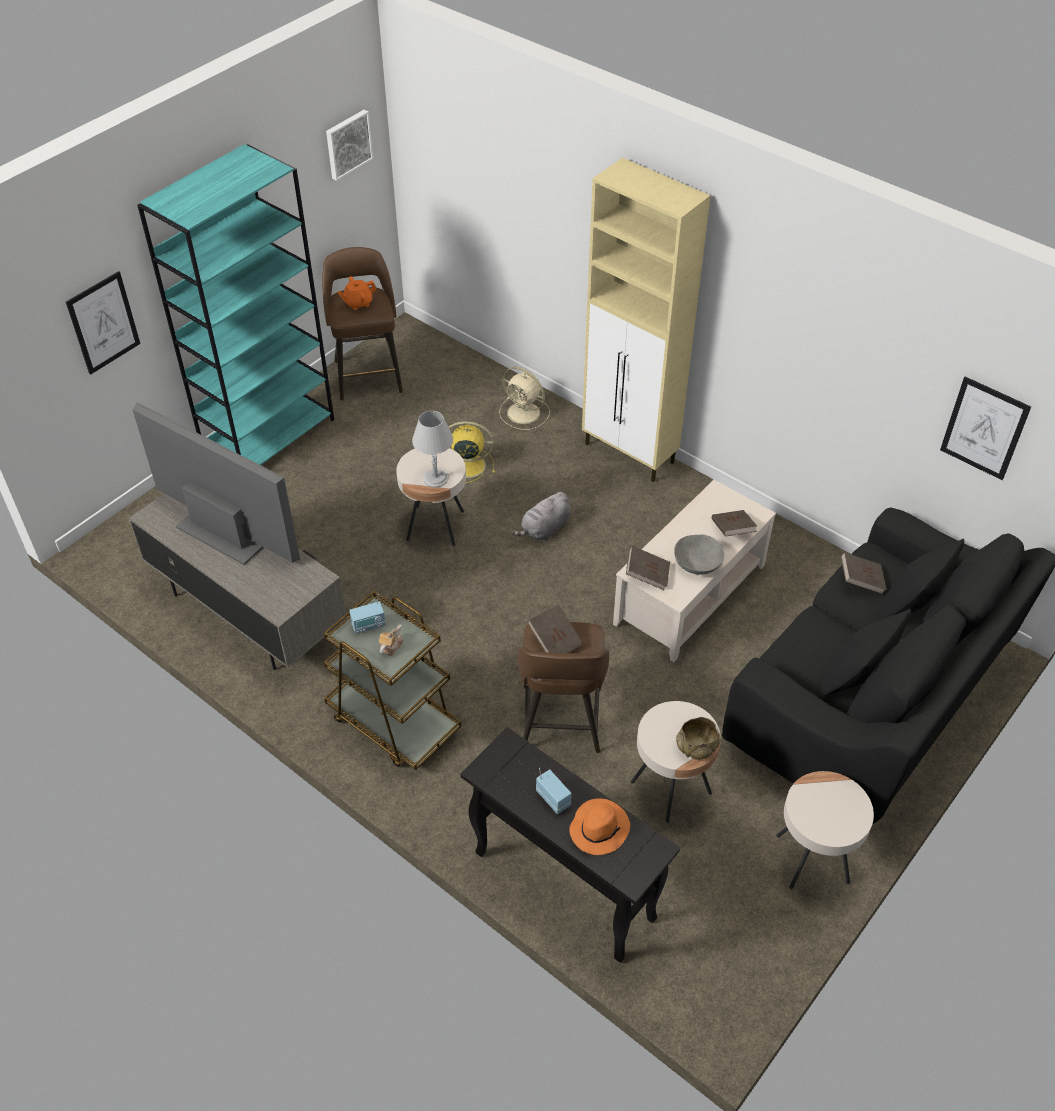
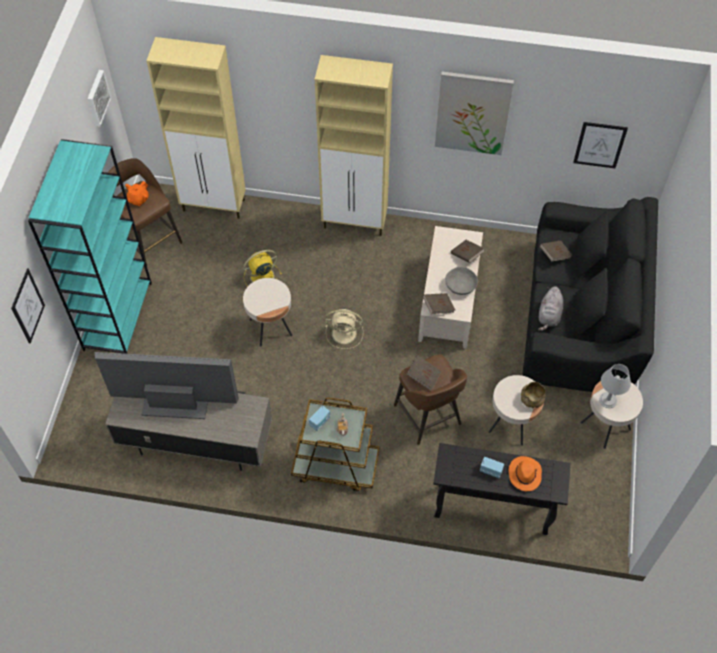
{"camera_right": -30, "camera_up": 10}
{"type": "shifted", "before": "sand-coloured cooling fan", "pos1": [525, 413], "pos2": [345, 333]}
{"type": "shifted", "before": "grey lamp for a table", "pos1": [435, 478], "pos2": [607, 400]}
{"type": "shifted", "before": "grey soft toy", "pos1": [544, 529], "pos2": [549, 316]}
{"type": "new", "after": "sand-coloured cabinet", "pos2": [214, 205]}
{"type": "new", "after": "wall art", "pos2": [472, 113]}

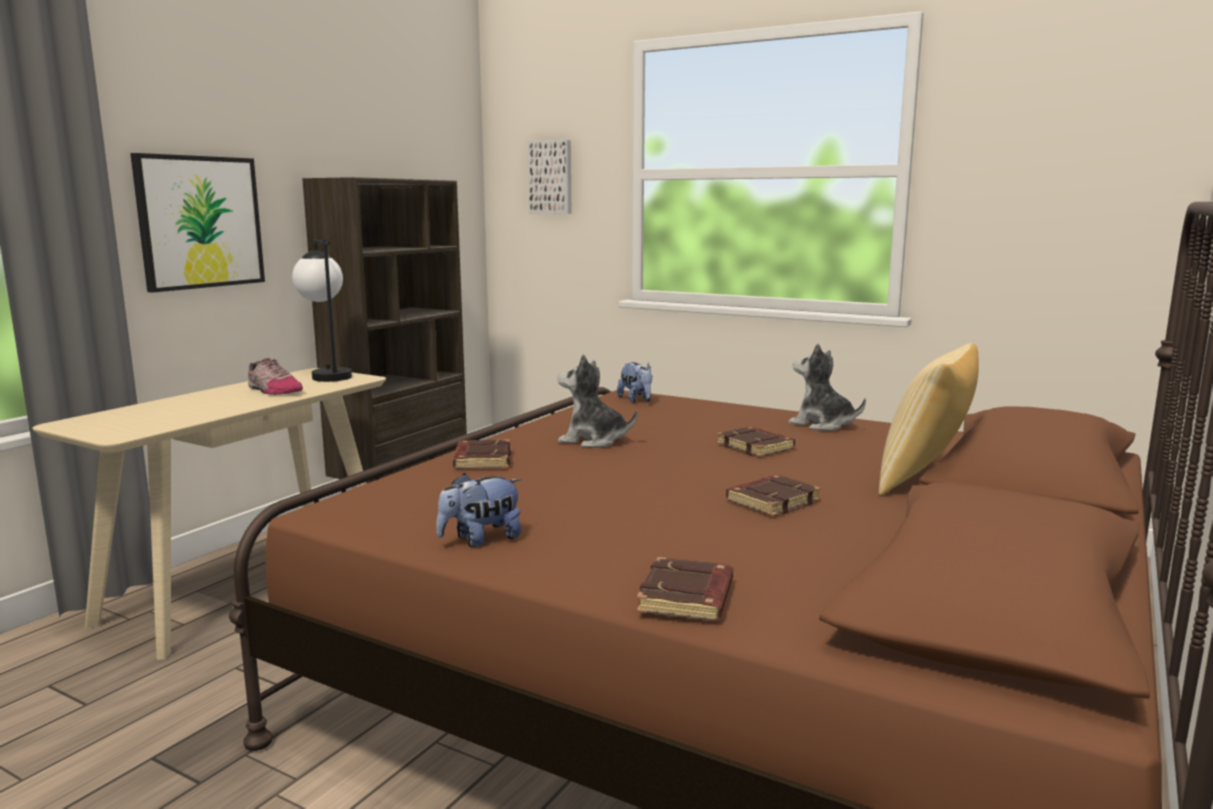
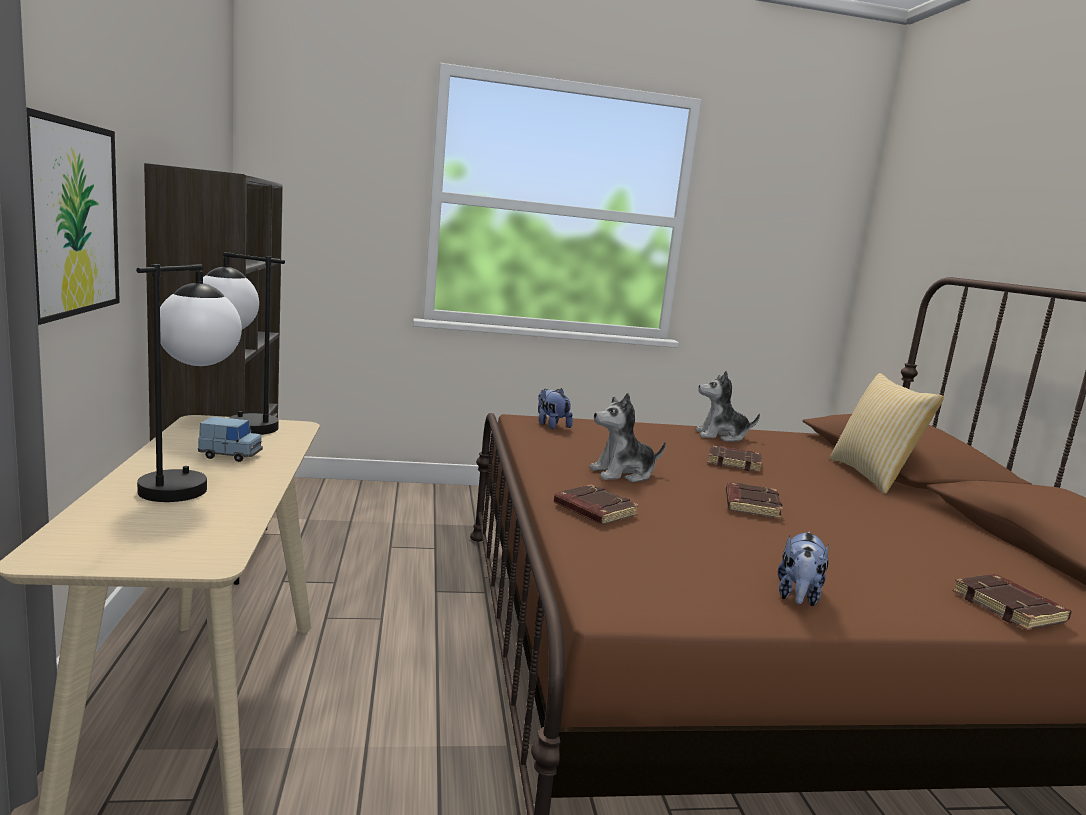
{"camera_right": -40, "camera_up": 0}
{"type": "gone", "before": "wall art", "pos1": [551, 177]}
{"type": "swapped", "before": "low shoe", "after": "blue model car", "pos1": [273, 391], "pos2": [230, 455]}
{"type": "rotated", "before": "soft toy", "pos1": [636, 400], "pos2": [551, 425], "turn": -150}
{"type": "shifted", "before": "brownish bound book", "pos1": [772, 501], "pos2": [750, 505]}
{"type": "new", "after": "lamp for a table", "pos2": [188, 482]}

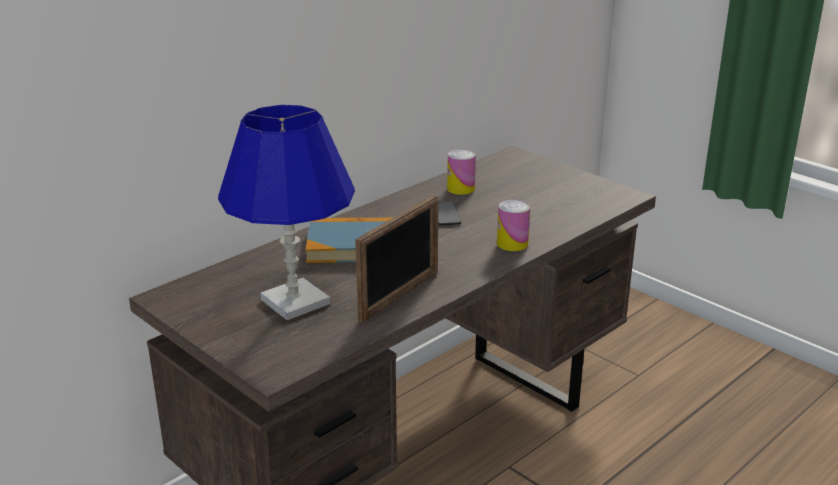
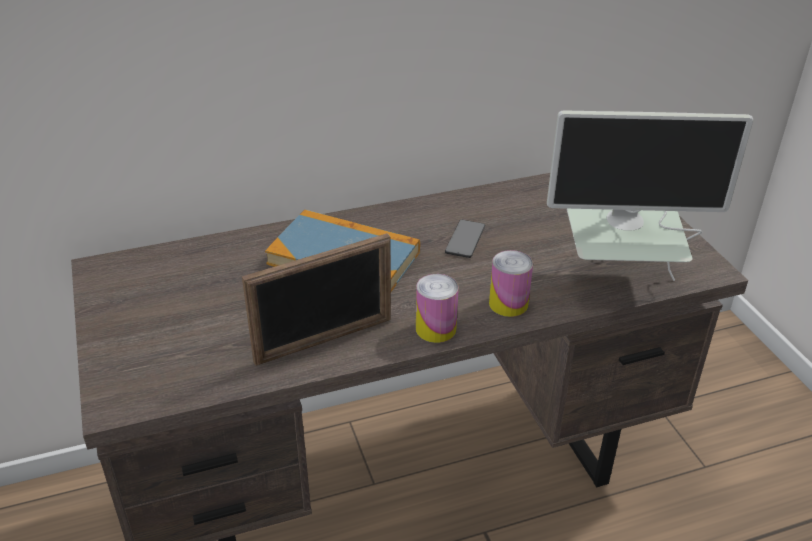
{"camera_right": 25, "camera_up": 10}
{"type": "gone", "before": "blue lamp for a table", "pos1": [294, 301]}
{"type": "shifted", "before": "sealed can", "pos1": [461, 188], "pos2": [435, 329]}
{"type": "new", "after": "computer display", "pos2": [619, 279]}

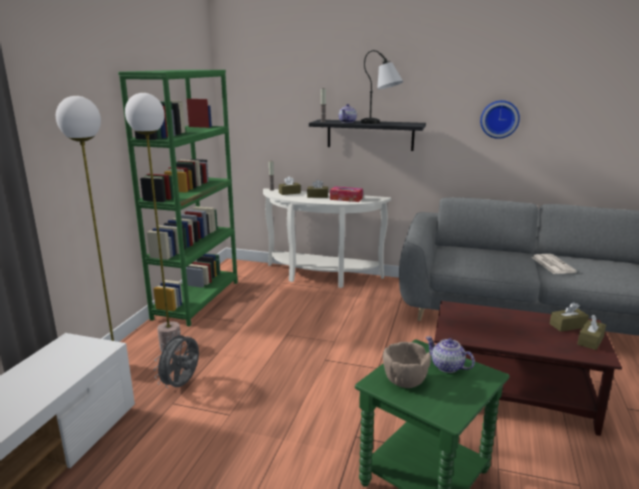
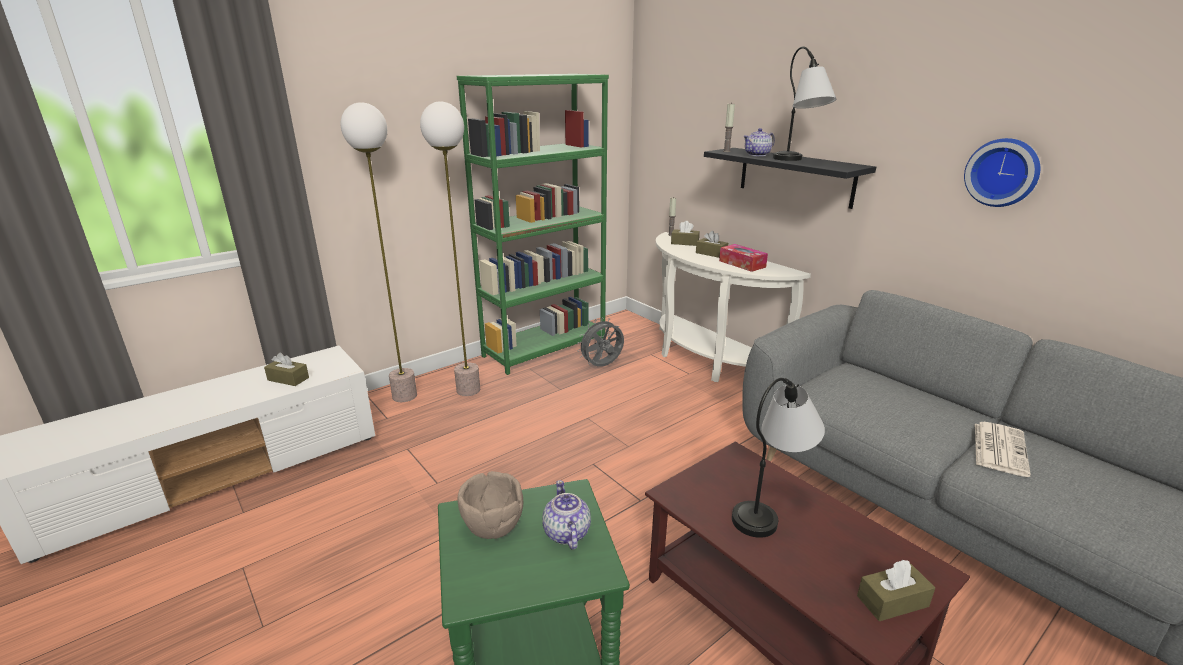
{"camera_right": 35, "camera_up": 5}
{"type": "shifted", "before": "brownish tissue holder", "pos1": [567, 325], "pos2": [288, 379]}
{"type": "shifted", "before": "grey cooling fan", "pos1": [181, 385], "pos2": [602, 366]}
{"type": "new", "after": "lamp for a table", "pos2": [771, 507]}

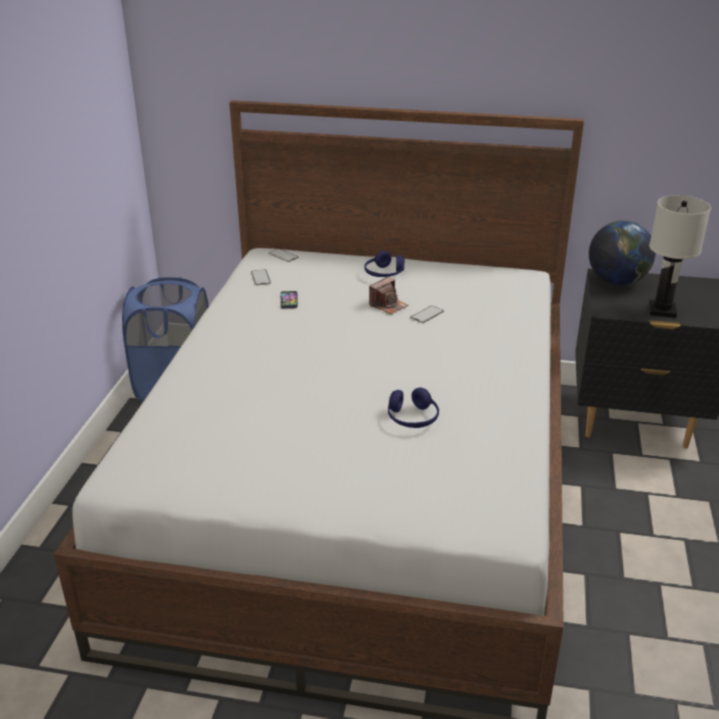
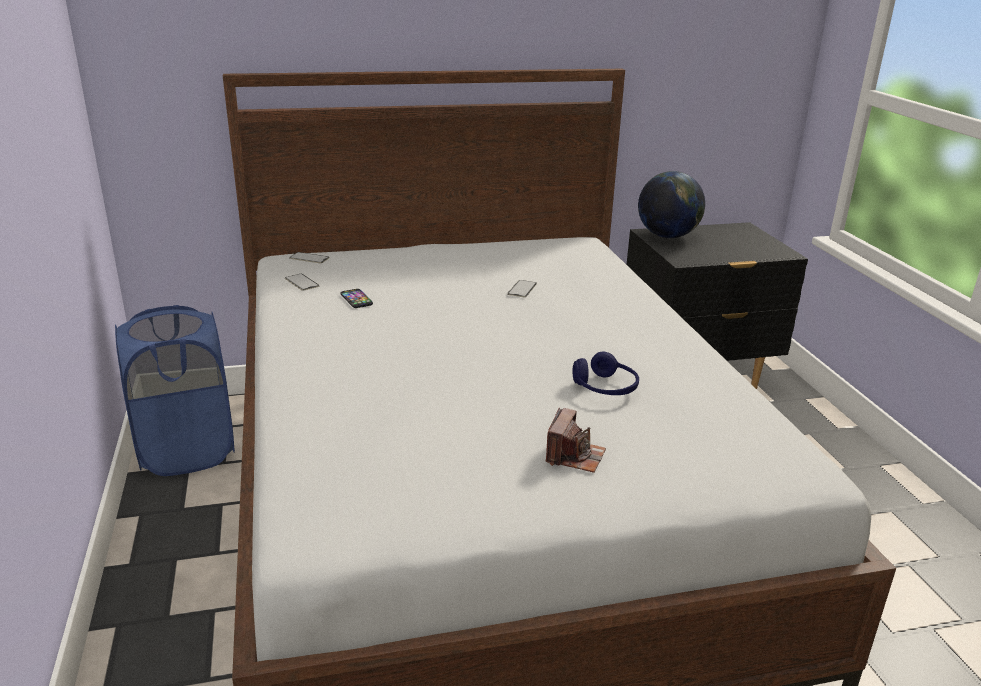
{"camera_right": -25, "camera_up": -5}
{"type": "gone", "before": "white-coloured lamp for a table", "pos1": [661, 310]}
{"type": "gone", "before": "blue headphones", "pos1": [384, 274]}
{"type": "shifted", "before": "photo camera", "pos1": [388, 305], "pos2": [574, 456]}

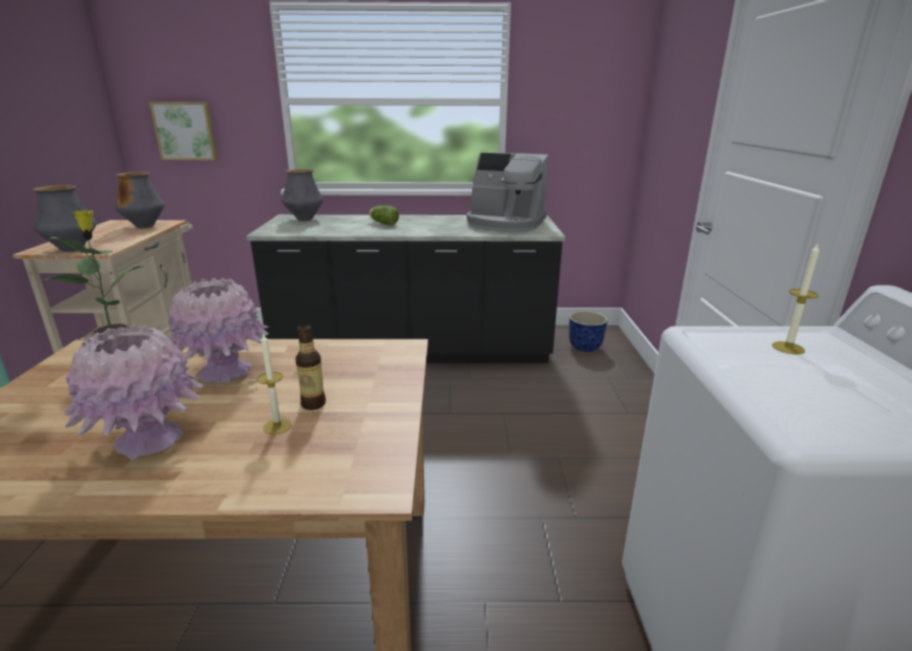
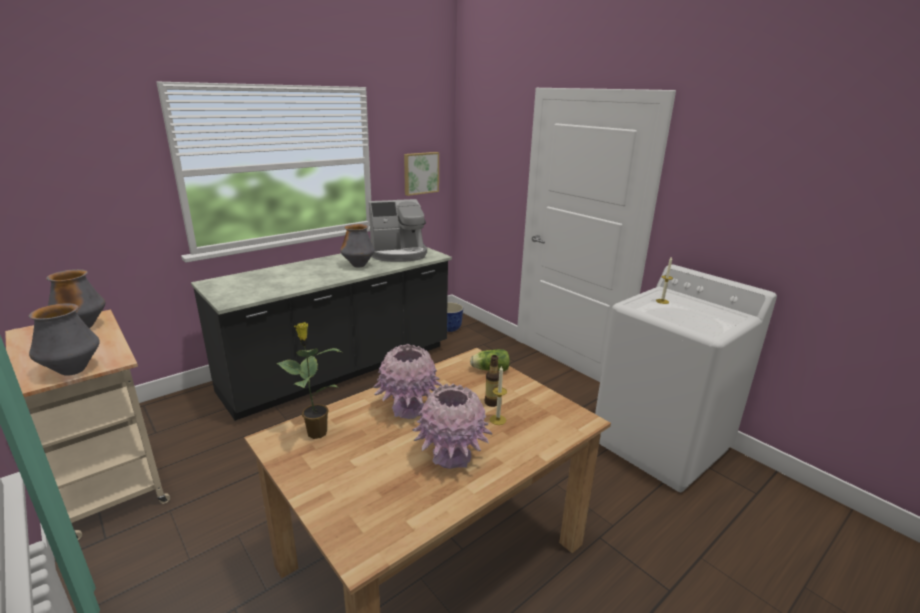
{"camera_right": -40, "camera_up": 0}
{"type": "shifted", "before": "wall art", "pos1": [185, 131], "pos2": [420, 173]}
{"type": "shifted", "before": "decorative vase", "pos1": [304, 219], "pos2": [358, 265]}
{"type": "shifted", "before": "lettuce", "pos1": [383, 223], "pos2": [489, 369]}

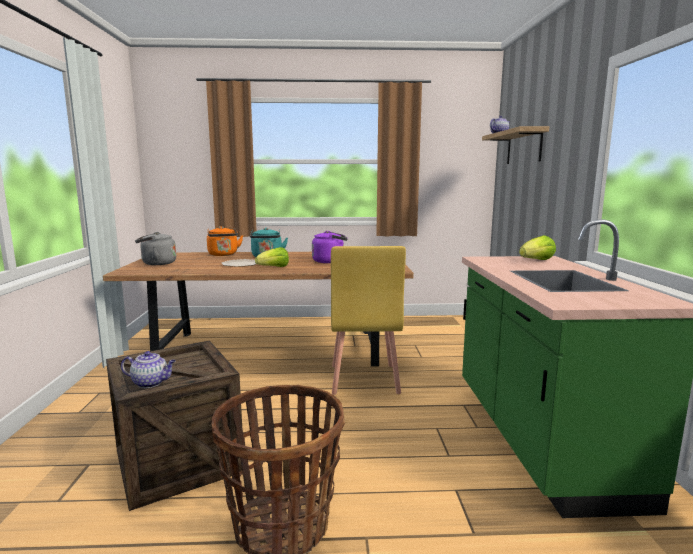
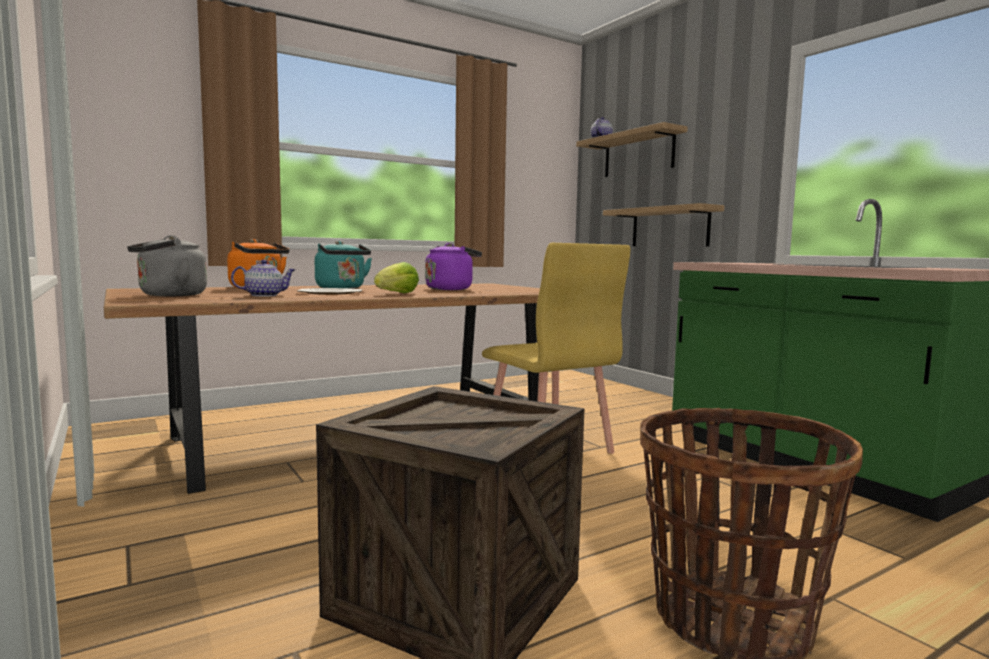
{"camera_right": -30, "camera_up": -5}
{"type": "gone", "before": "lettuce", "pos1": [536, 261]}
{"type": "shifted", "before": "tea pot", "pos1": [151, 383], "pos2": [265, 295]}
{"type": "new", "after": "wall shelf", "pos2": [669, 227]}

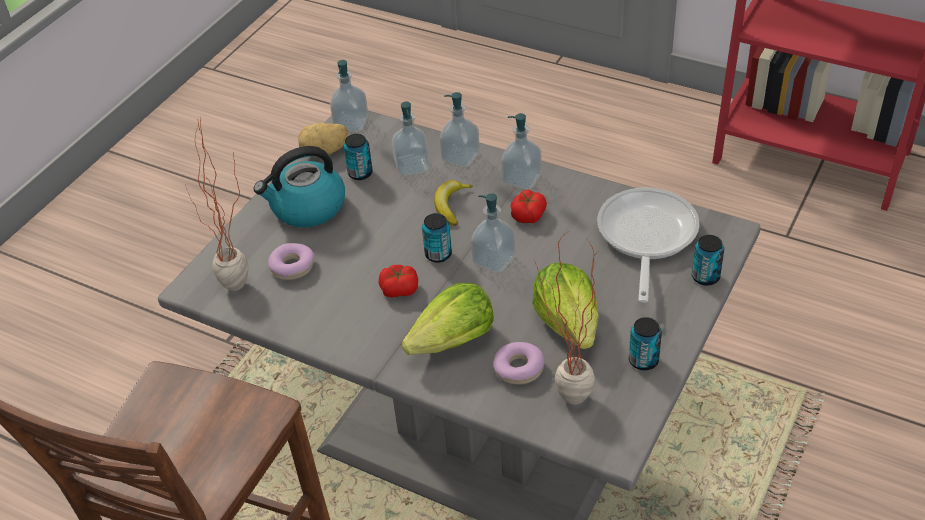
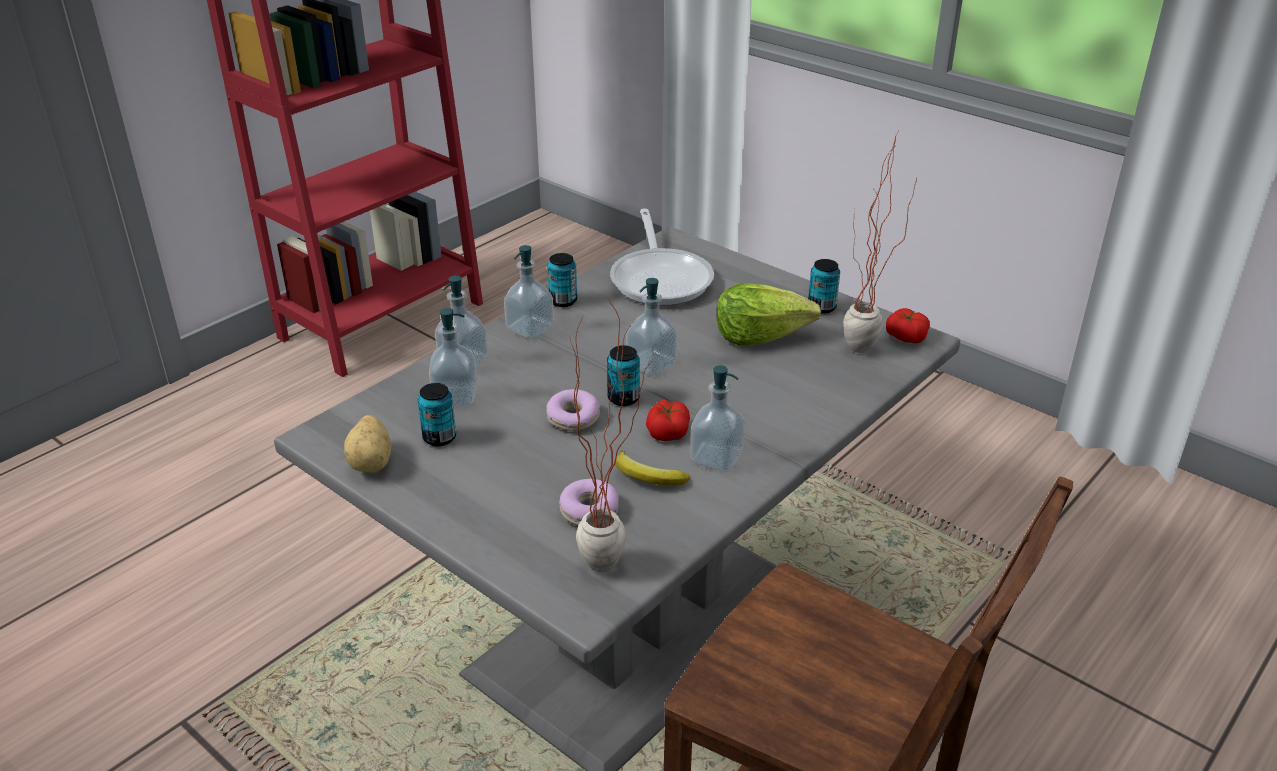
{"camera_right": -80, "camera_up": -10}
{"type": "shifted", "before": "soap dispenser", "pos1": [351, 124], "pos2": [716, 458]}
{"type": "gone", "before": "water kettle", "pos1": [307, 208]}
{"type": "shifted", "before": "banana fruit", "pos1": [451, 205], "pos2": [647, 477]}
{"type": "rotated", "before": "skillet", "pos1": [645, 238], "pos2": [661, 278], "turn": -120}
{"type": "shifted", "before": "whole tomato", "pos1": [528, 215], "pos2": [906, 336]}
{"type": "shifted", "before": "sealed can", "pos1": [705, 277], "pos2": [563, 301]}
{"type": "gone", "before": "lettuce", "pos1": [453, 341]}
{"type": "shifted", "before": "ring doughnut", "pos1": [518, 368], "pos2": [573, 418]}

